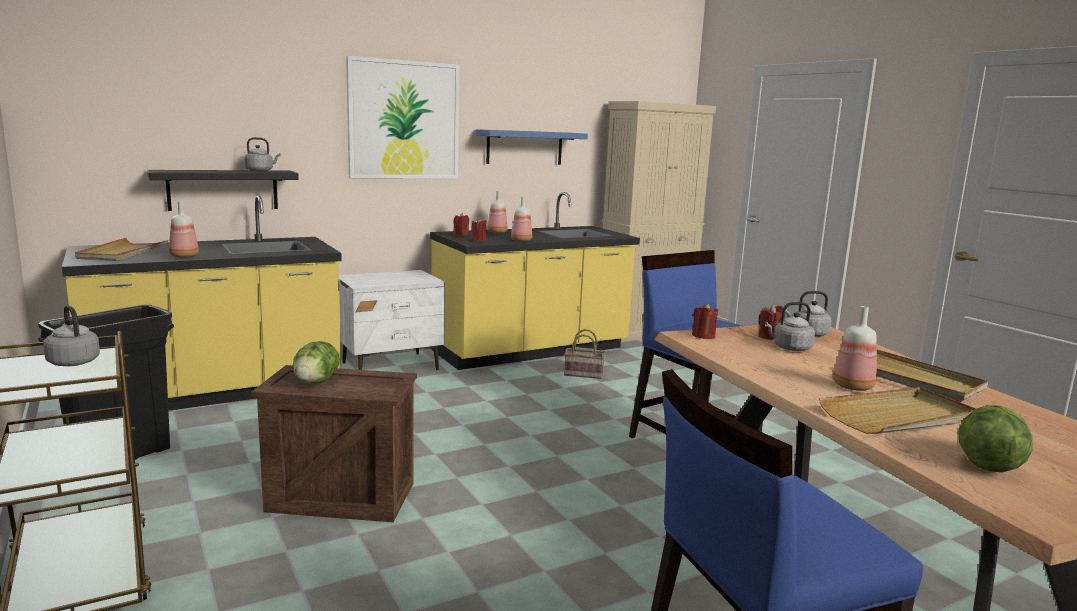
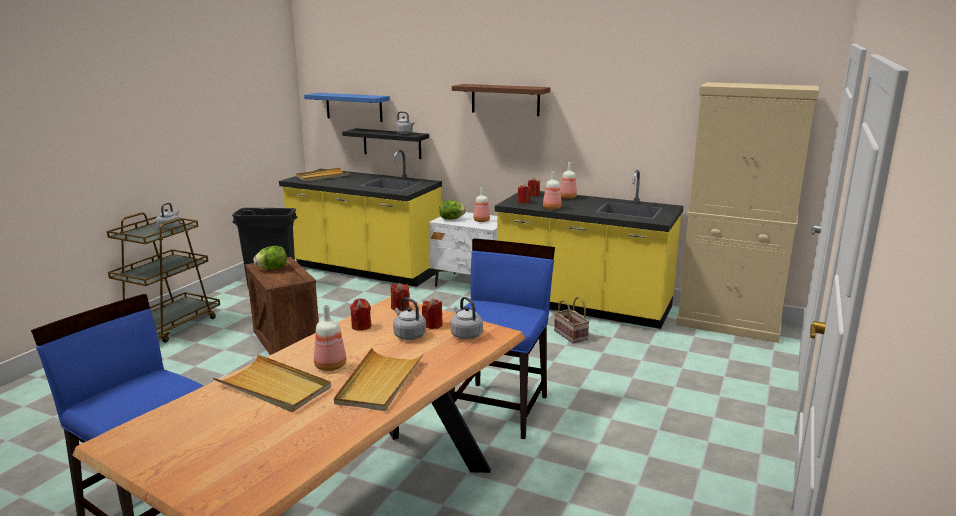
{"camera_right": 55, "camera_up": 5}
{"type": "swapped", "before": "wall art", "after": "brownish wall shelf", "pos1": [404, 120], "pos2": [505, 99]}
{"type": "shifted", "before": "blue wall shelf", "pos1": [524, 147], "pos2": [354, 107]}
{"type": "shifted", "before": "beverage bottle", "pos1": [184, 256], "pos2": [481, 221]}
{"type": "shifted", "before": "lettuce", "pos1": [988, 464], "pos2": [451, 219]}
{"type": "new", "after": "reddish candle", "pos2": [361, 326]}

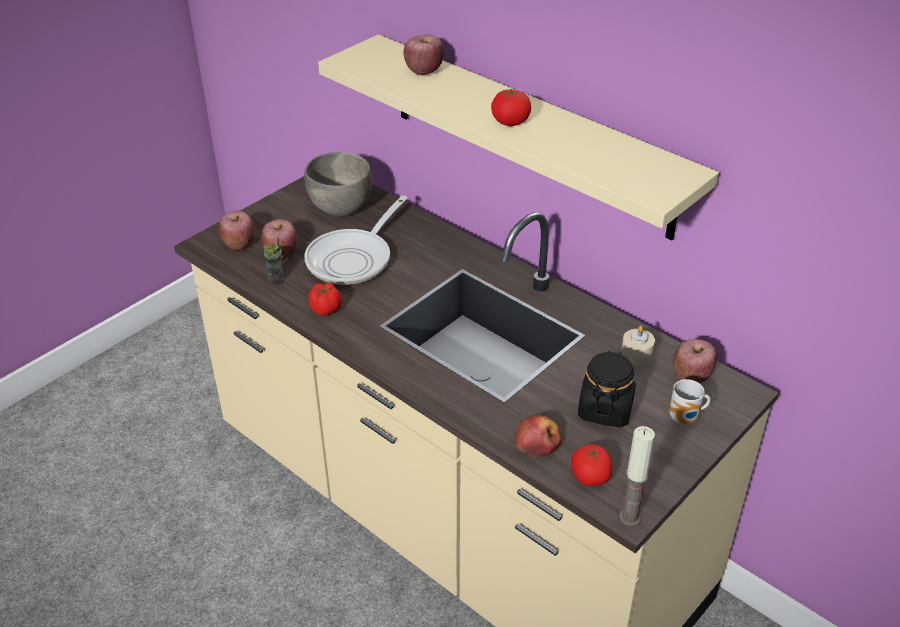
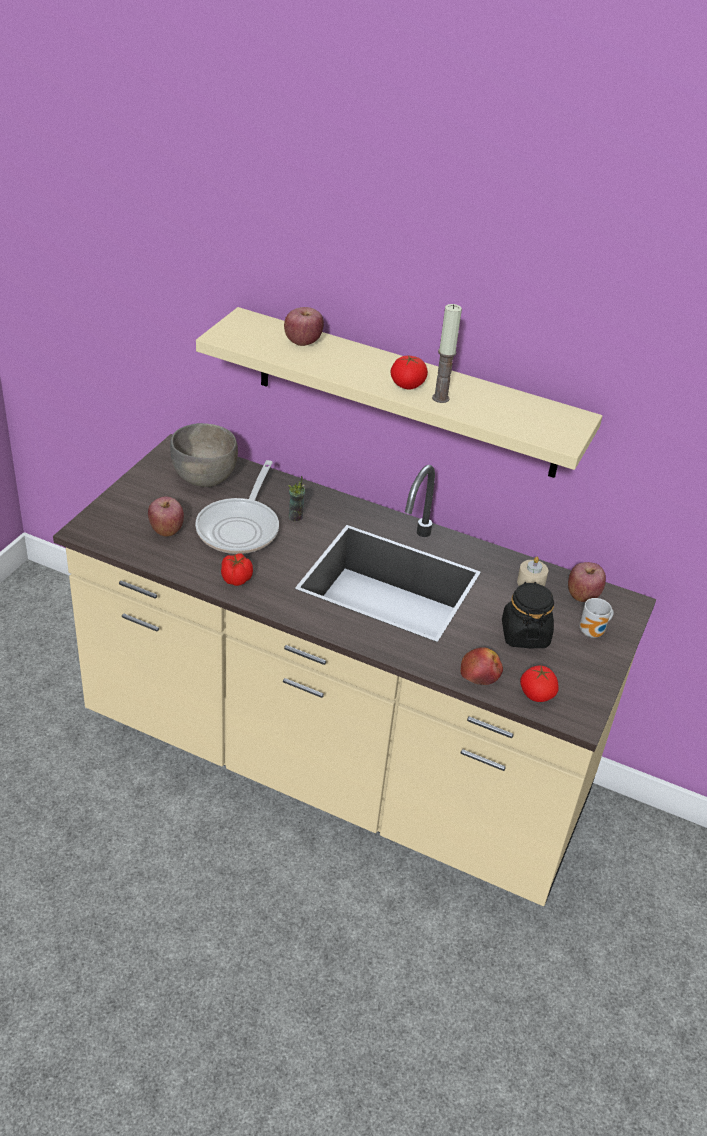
{"camera_right": -20, "camera_up": 0}
{"type": "gone", "before": "apple fruit", "pos1": [239, 244]}
{"type": "shifted", "before": "cup", "pos1": [276, 280], "pos2": [296, 517]}
{"type": "shifted", "before": "candle", "pos1": [629, 517], "pos2": [440, 398]}

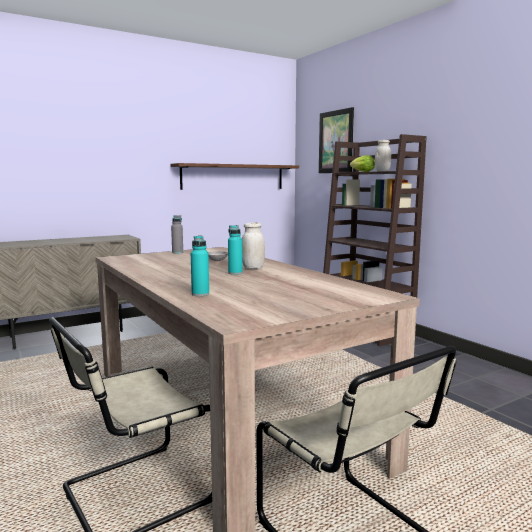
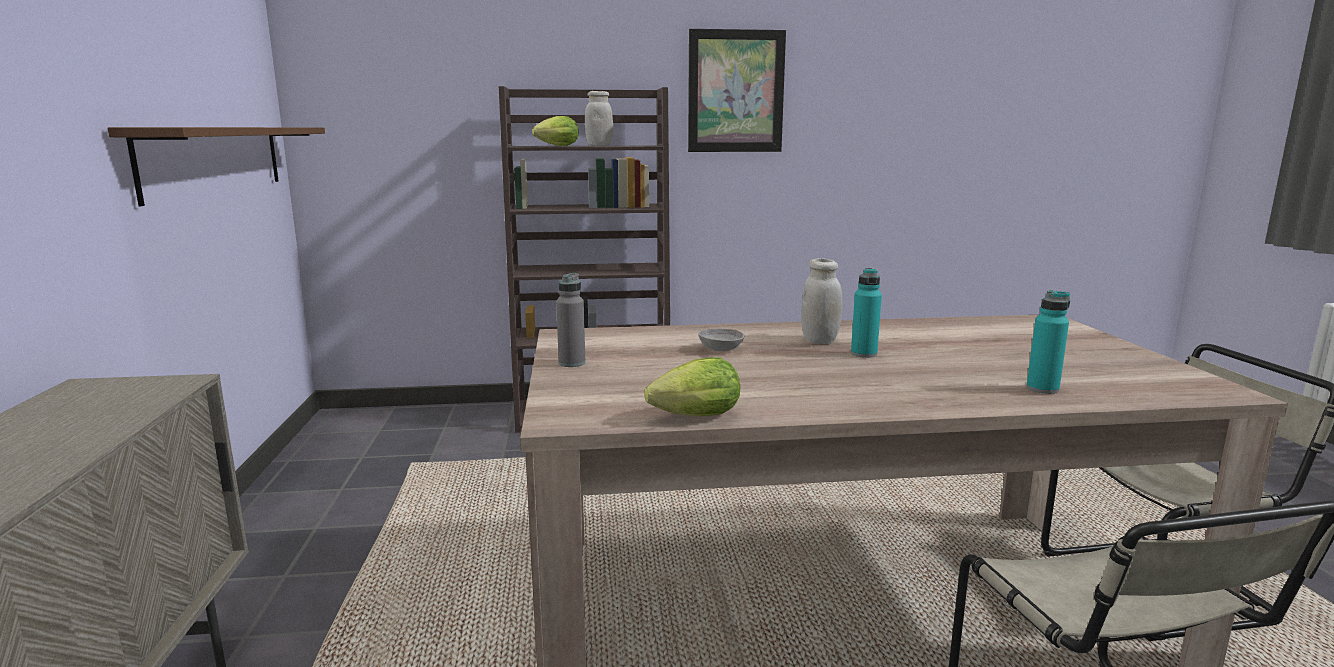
{"camera_right": -65, "camera_up": 5}
{"type": "shifted", "before": "wall art", "pos1": [336, 142], "pos2": [736, 91]}
{"type": "new", "after": "lettuce", "pos2": [691, 418]}

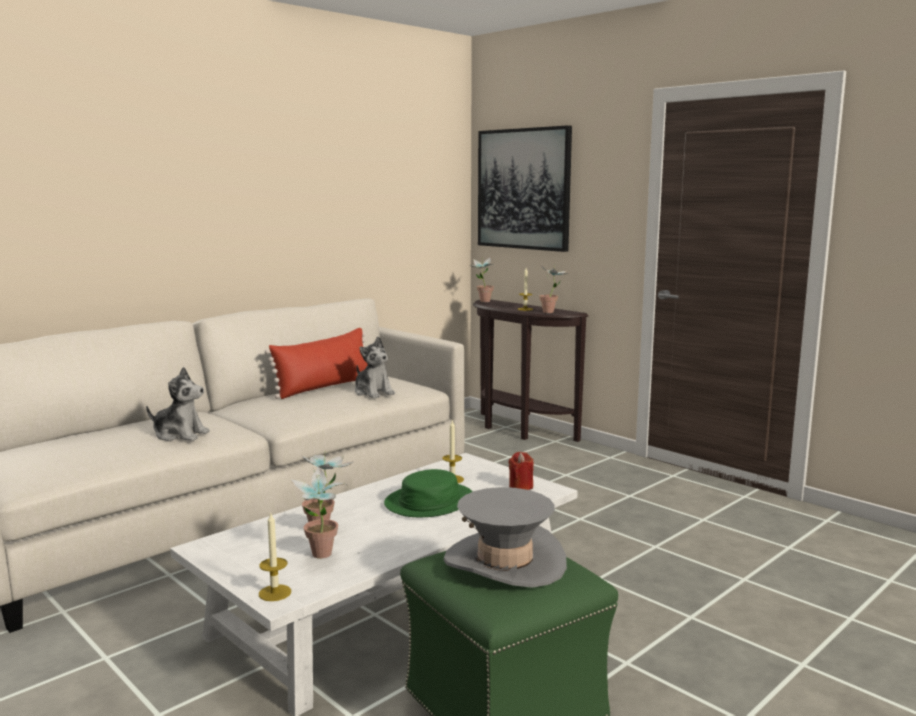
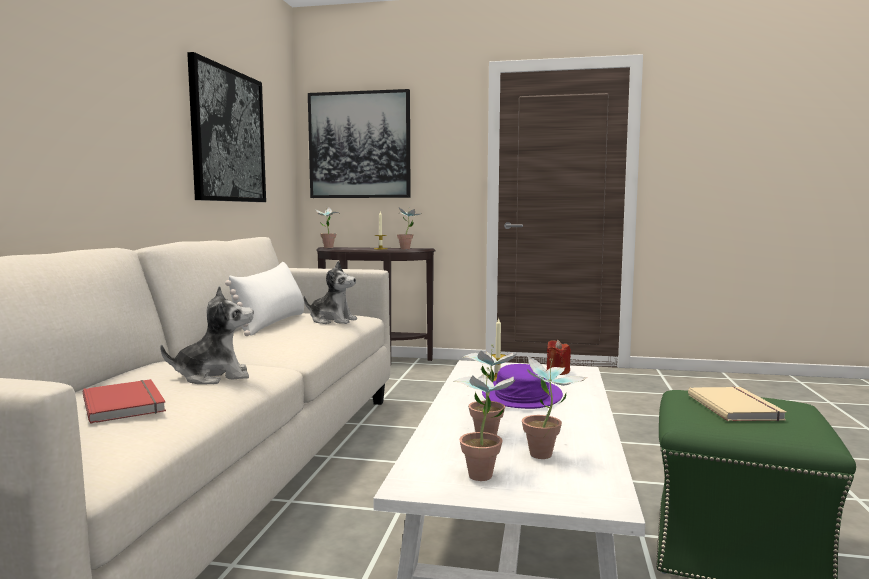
{"camera_right": -35, "camera_up": -5}
{"type": "repainted", "before": "reddish cushion", "after": "white-coloured cushion", "pos1": [325, 387], "pos2": [272, 323]}
{"type": "repainted", "before": "greenish wearable hat", "after": "purplish wearable hat", "pos1": [429, 502], "pos2": [521, 395]}
{"type": "swapped", "before": "grey wearable hat", "after": "sand-coloured bound book", "pos1": [504, 562], "pos2": [736, 407]}
{"type": "gone", "before": "candle", "pos1": [275, 593]}
{"type": "new", "after": "wall art", "pos2": [228, 136]}
{"type": "new", "after": "plant in a pot", "pos2": [485, 472]}
{"type": "new", "after": "reddish bound book", "pos2": [127, 404]}

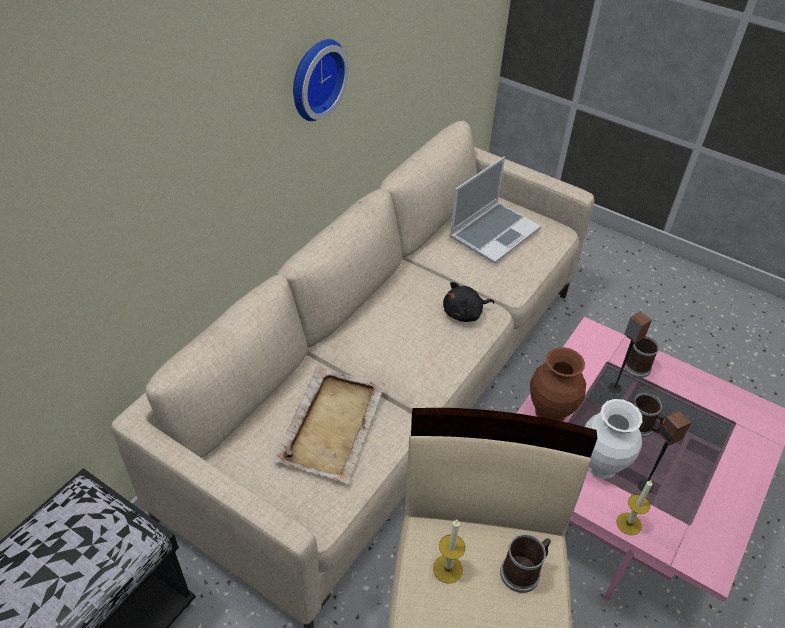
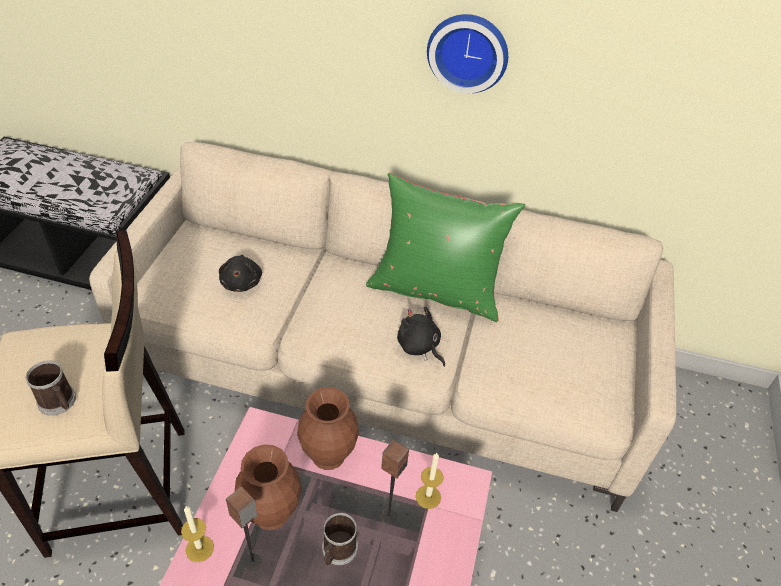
{"camera_right": 70, "camera_up": 0}
{"type": "gone", "before": "laptop", "pos1": [494, 232]}
{"type": "gone", "before": "tea mug", "pos1": [635, 364]}
{"type": "swapped", "before": "sand-coloured tray", "after": "black-coloured soft toy", "pos1": [332, 424], "pos2": [241, 282]}
{"type": "repainted", "before": "white-coloured decorative vase", "after": "brownish decorative vase", "pos1": [600, 464], "pos2": [271, 511]}
{"type": "shifted", "before": "candle", "pos1": [447, 569], "pos2": [428, 497]}
{"type": "new", "after": "greenish cushion", "pos2": [435, 291]}

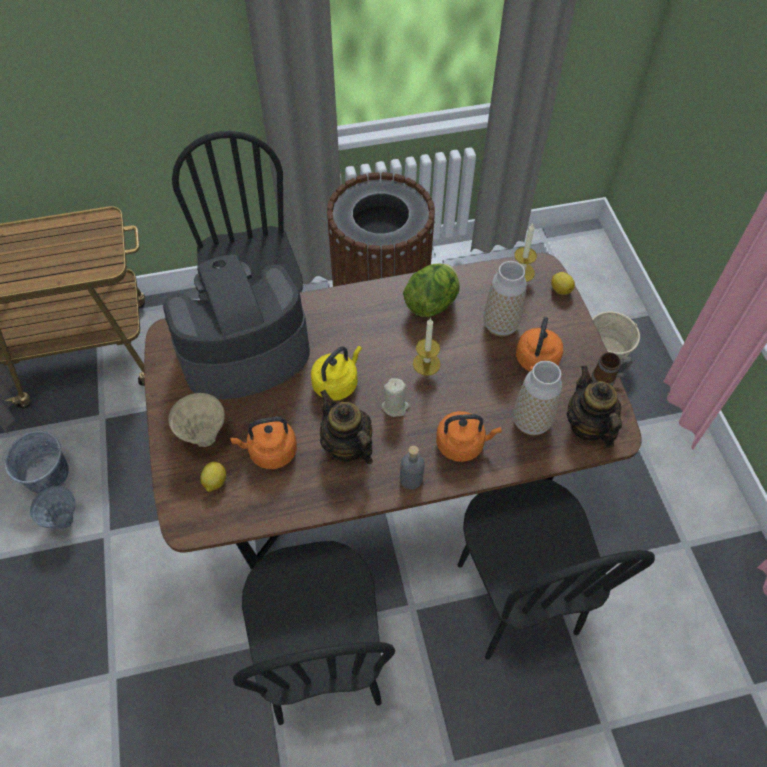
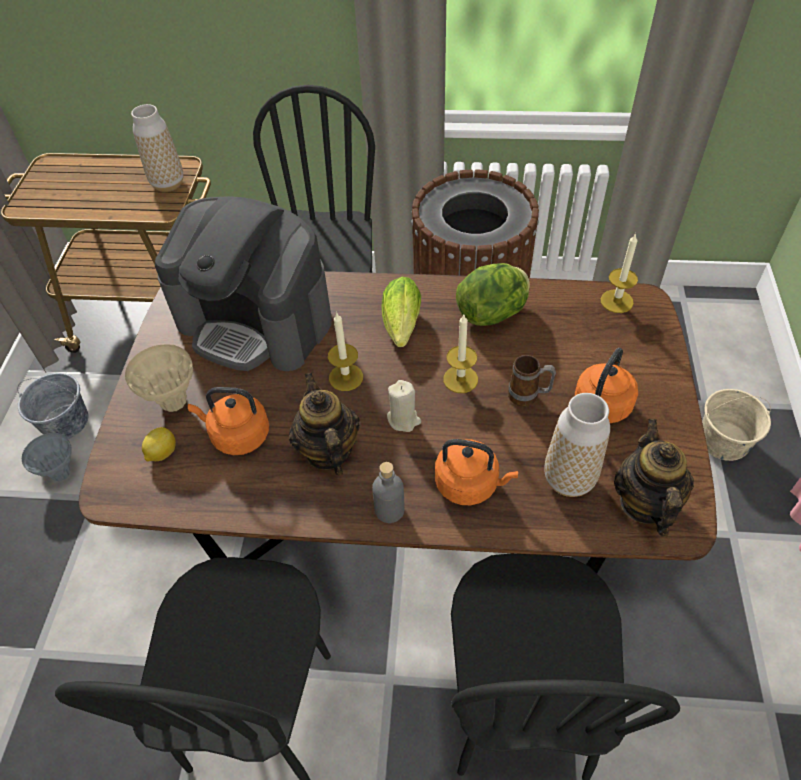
{"camera_right": 20, "camera_up": -5}
{"type": "rotated", "before": "coffee machine", "pos1": [243, 352], "pos2": [256, 321], "turn": -150}
{"type": "shifted", "before": "decorative vase", "pos1": [500, 325], "pos2": [168, 184]}
{"type": "gone", "before": "lemon", "pos1": [560, 289]}
{"type": "swapped", "before": "yellowish water kettle", "after": "candle", "pos1": [337, 383], "pos2": [346, 377]}
{"type": "shifted", "before": "tea mug", "pos1": [606, 382], "pos2": [528, 397]}
{"type": "new", "after": "lettuce", "pos2": [401, 327]}

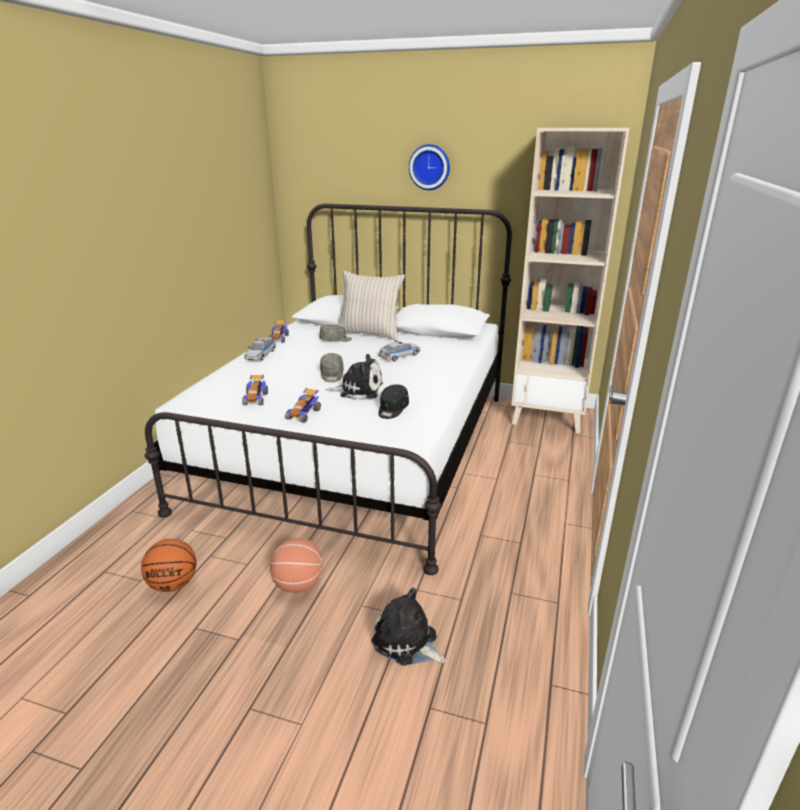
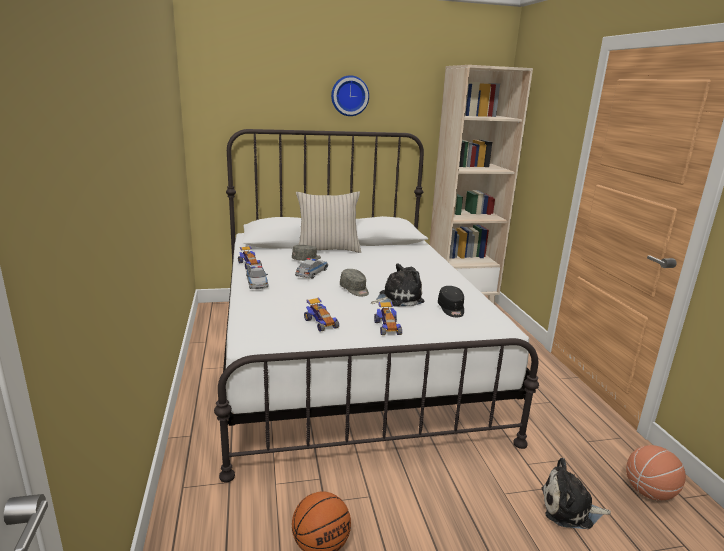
{"camera_right": -30, "camera_up": -5}
{"type": "shifted", "before": "model car", "pos1": [399, 356], "pos2": [312, 273]}
{"type": "shifted", "before": "basketball", "pos1": [298, 584], "pos2": [648, 492]}

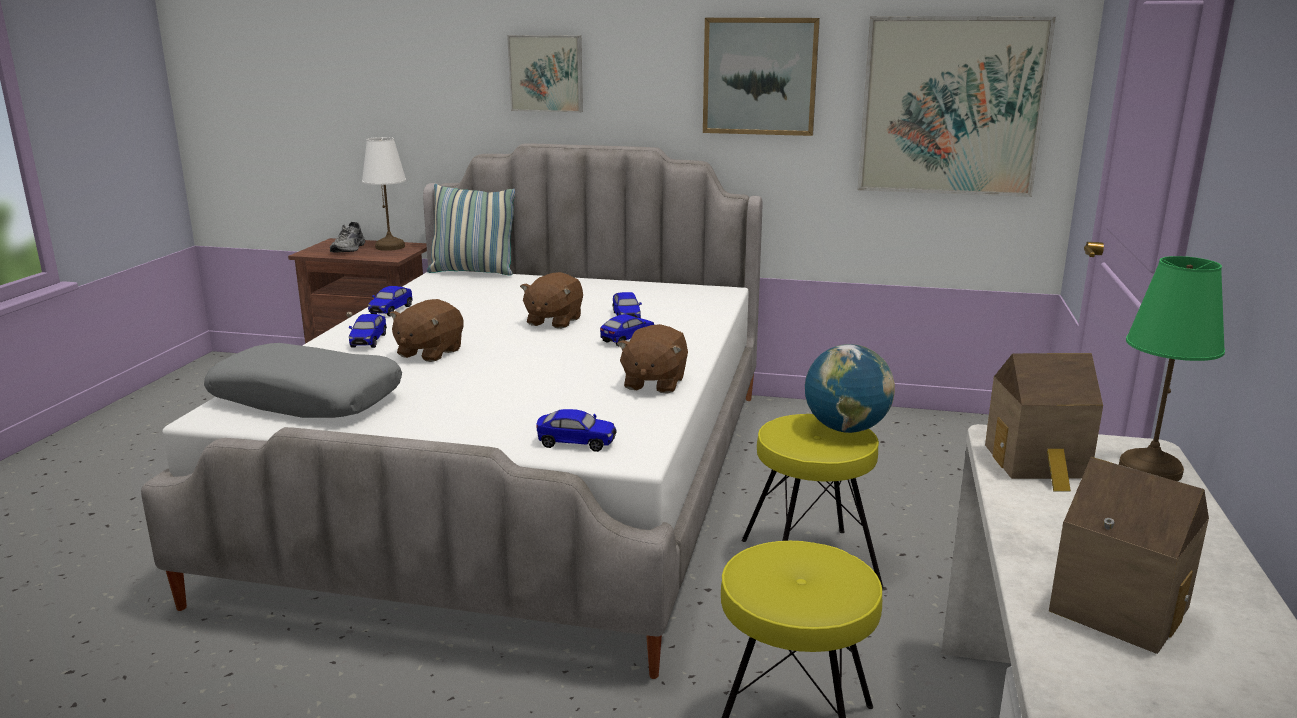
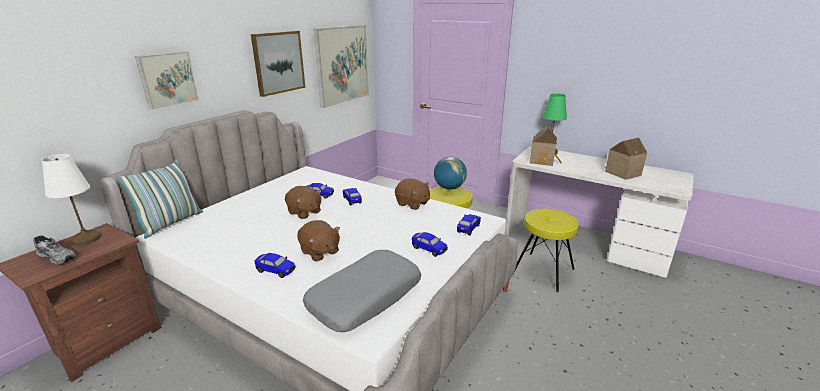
{"camera_right": -70, "camera_up": 5}
{"type": "shifted", "before": "model car", "pos1": [391, 310], "pos2": [429, 249]}

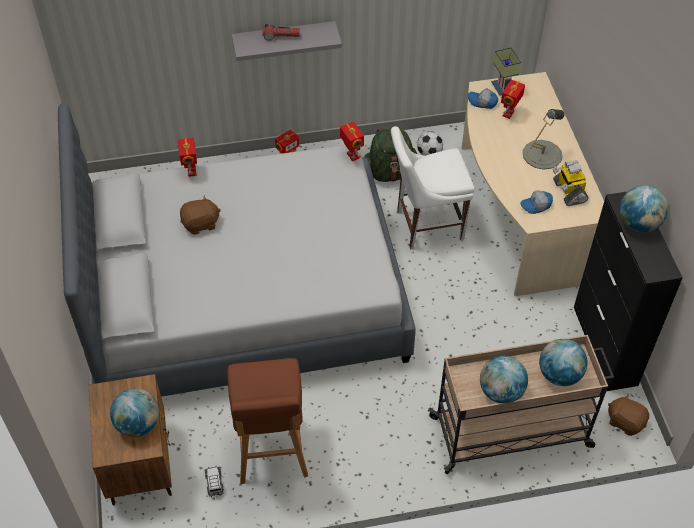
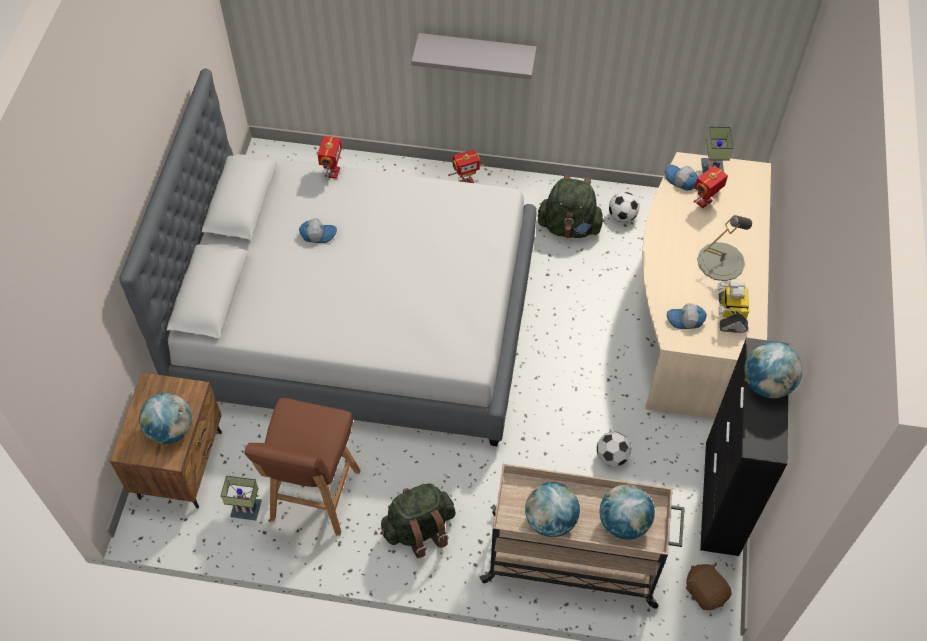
{"camera_right": 20, "camera_up": 5}
{"type": "gone", "before": "torch", "pos1": [281, 36]}
{"type": "gone", "before": "robot figure", "pos1": [352, 156]}
{"type": "gone", "before": "white-coloured plain chair", "pos1": [426, 225]}
{"type": "swapped", "before": "brownish soft toy", "after": "peaked cap", "pos1": [201, 224], "pos2": [318, 234]}
{"type": "swapped", "before": "model car", "after": "lamp for a table", "pos1": [214, 483], "pos2": [245, 510]}
{"type": "new", "after": "football", "pos2": [612, 456]}
{"type": "new", "after": "greenish rucksack", "pos2": [419, 529]}

